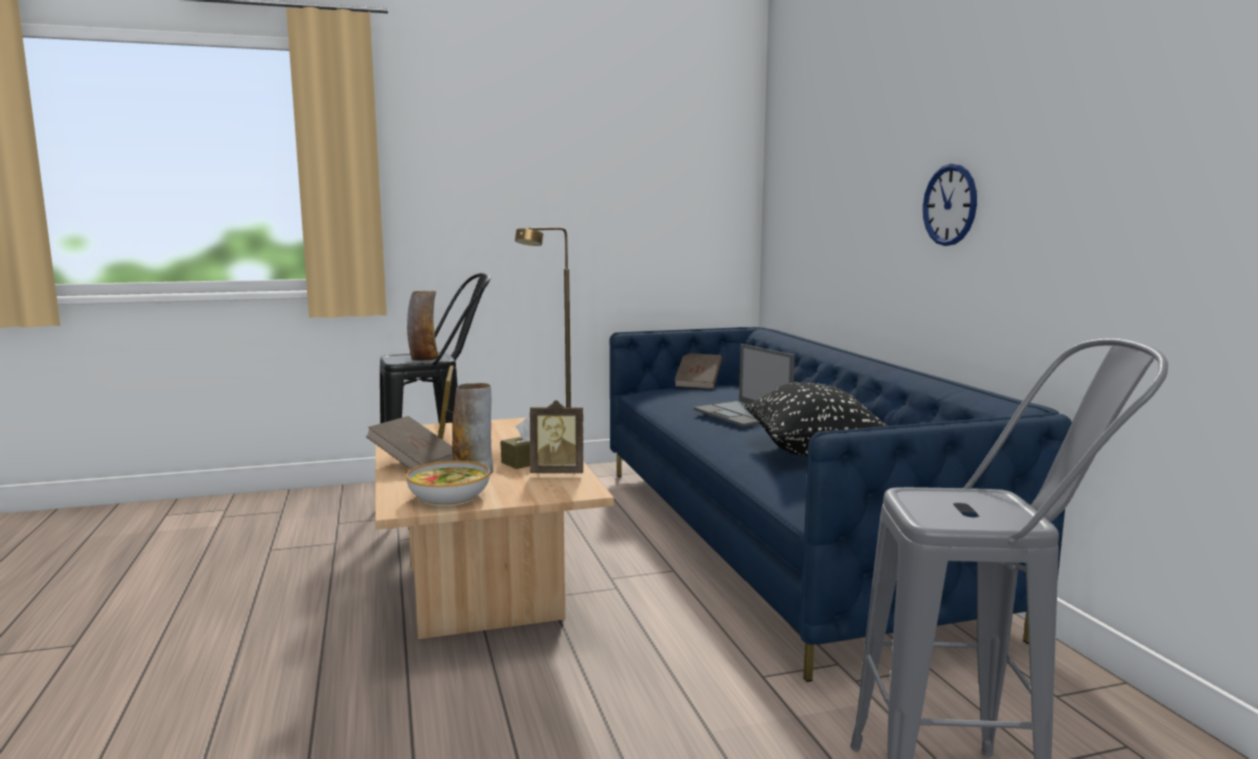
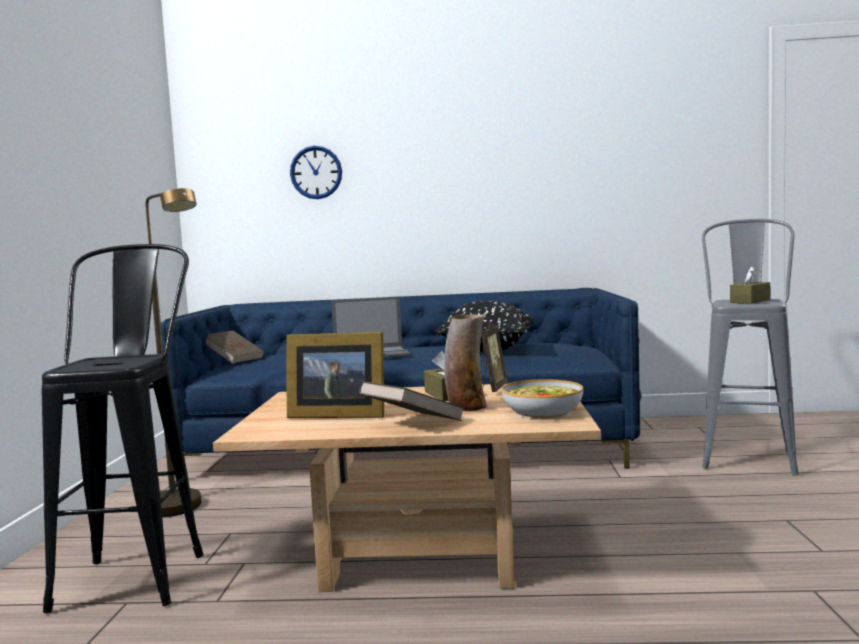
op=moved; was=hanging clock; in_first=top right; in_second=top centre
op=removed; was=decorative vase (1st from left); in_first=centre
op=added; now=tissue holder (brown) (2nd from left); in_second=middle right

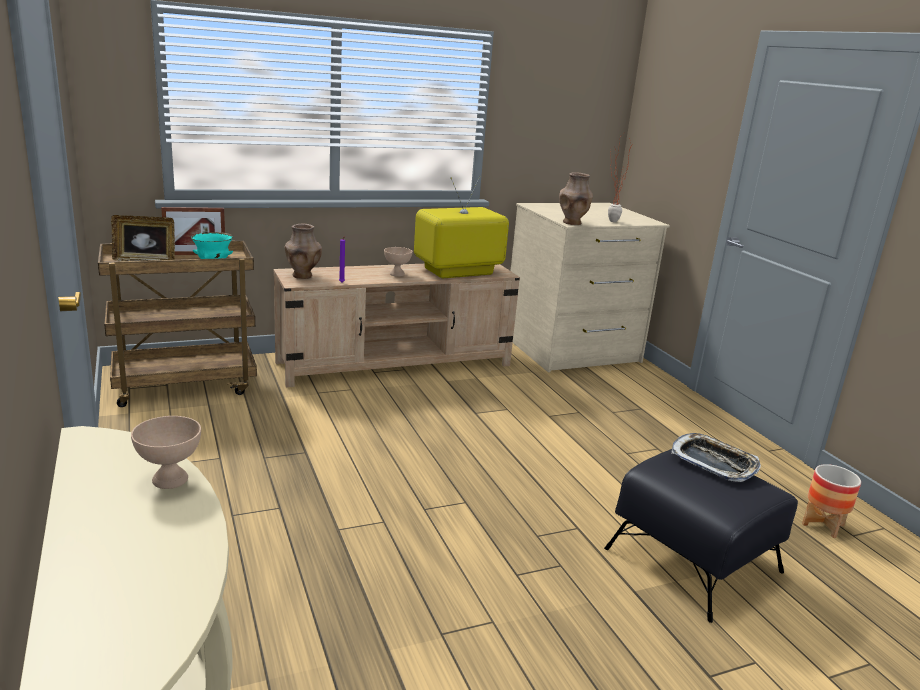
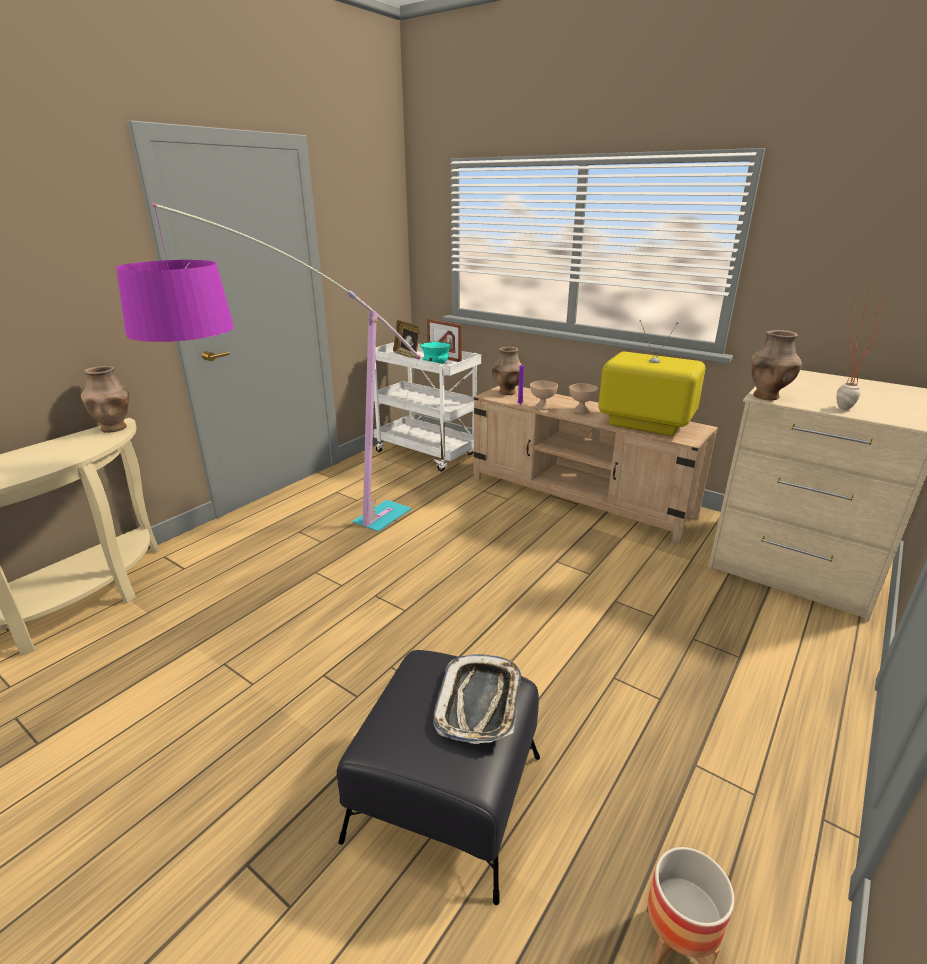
op=recoloured; was=cart (brown); now=cart (white); in_first=middle left; in_second=centre
op=moved; was=bowl (sand-coloured) (1st from left); in_first=middle left; in_second=centre
op=added; now=floor lamp; in_second=middle left
op=added; now=decorative vase (brown) (1st from left); in_second=middle left

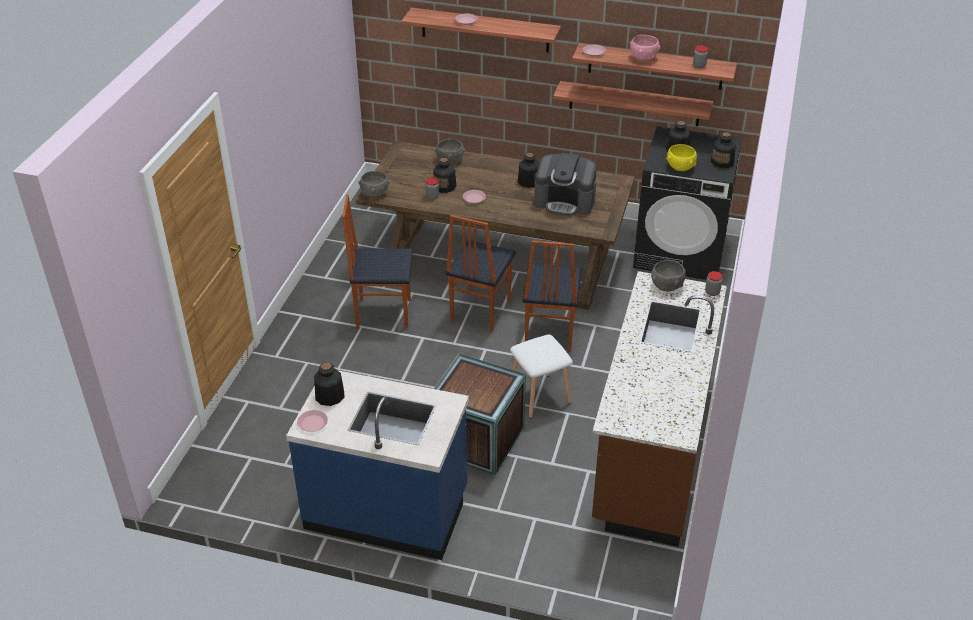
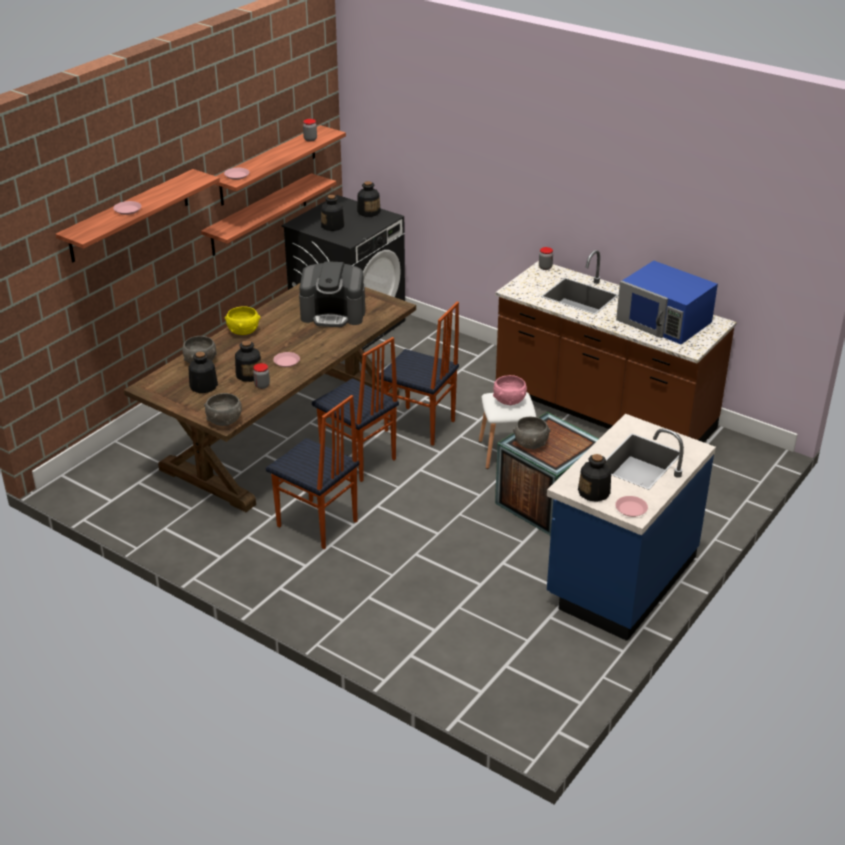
op=moved; was=bowl (pinkish); in_first=top centre; in_second=centre
op=moved; was=bowl (yellowish); in_first=top right; in_second=middle left
op=moved; was=beverage bottle (3rd from left in the first image); now=beverage bottle (1st from left); in_first=top centre; in_second=middle left
op=turned; was=coffee maker; in_first=top centre; in_second=centre; clockwise=60
op=turned; was=chair (1st from left); in_first=centre; in_second=centre; clockwise=-75
op=moved; was=bowl (grey) (3rd from left); in_first=middle right; in_second=centre
op=added; now=kitchen microwave (blue-coloured); in_second=middle right

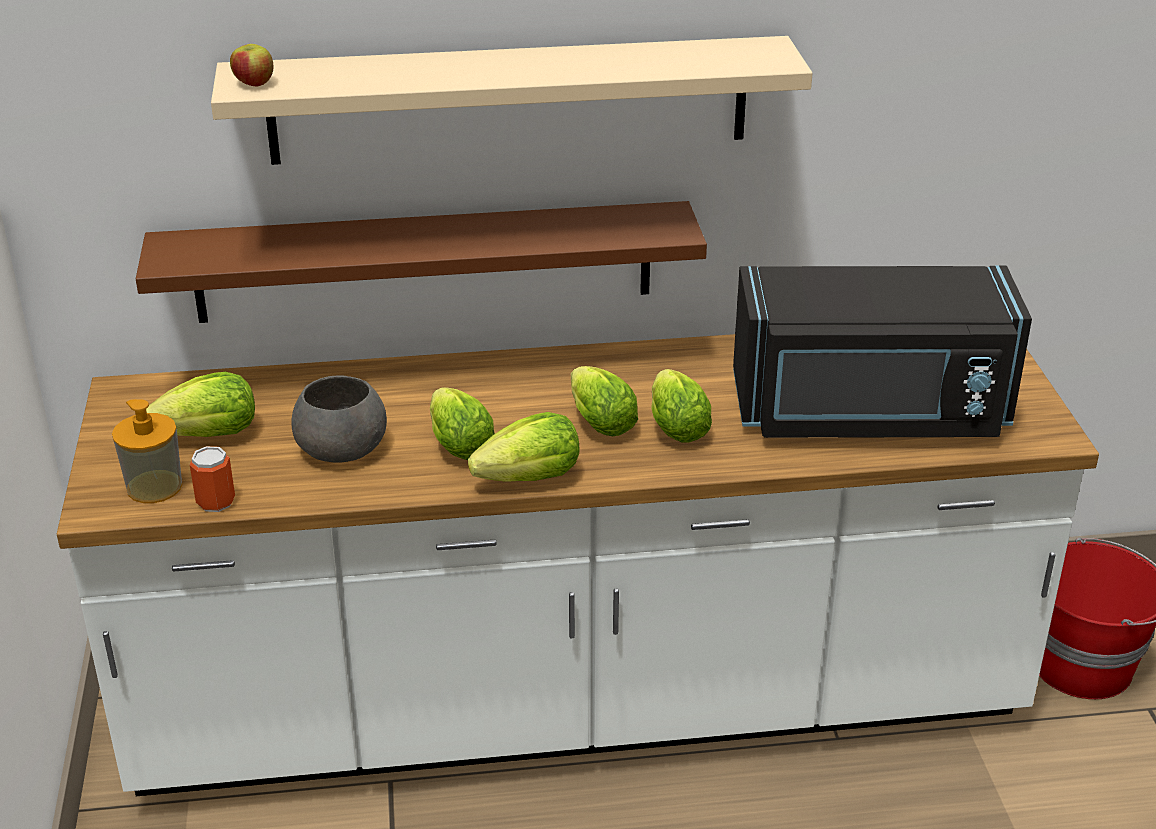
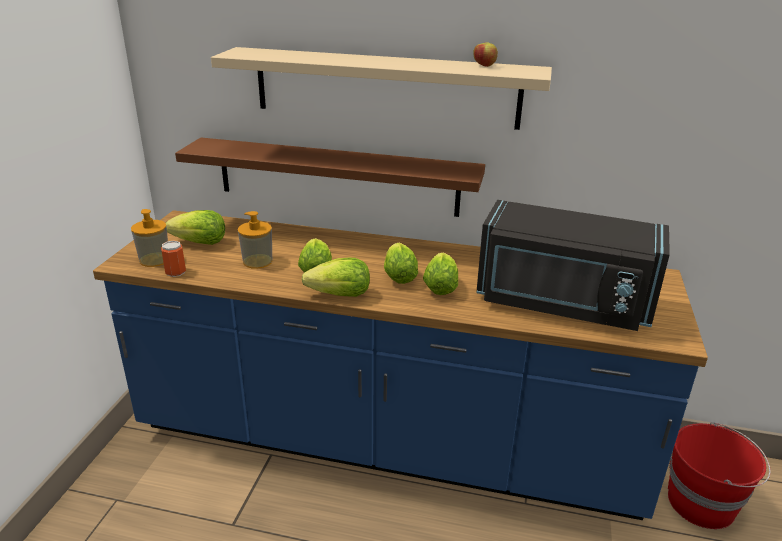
op=moved; was=whole apple; in_first=top left; in_second=top centre
op=recoloured; was=kitchen base unit (white); now=kitchen base unit (blue-coloured); in_first=bottom centre; in_second=bottom centre
op=replaced; was=bowl (grey); now=soap bottle (2nd from left); in_first=middle left; in_second=middle left

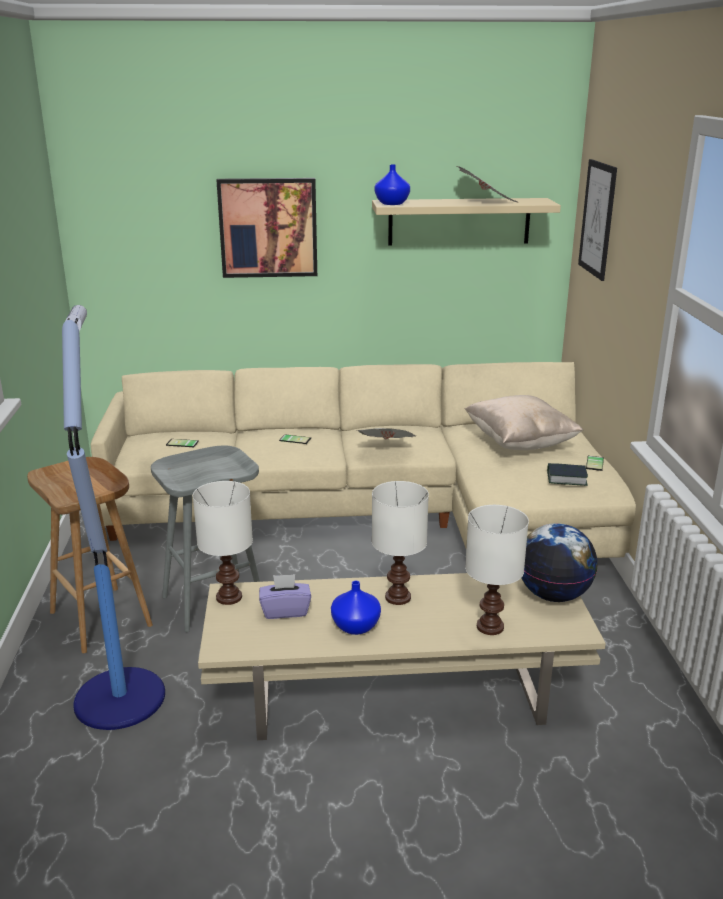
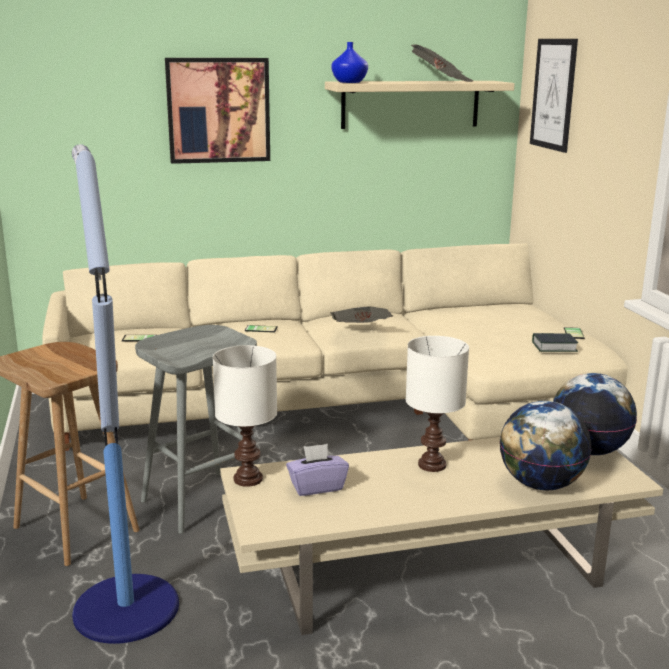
op=removed; was=pillow (sand-coloured); in_first=middle right
op=replaced; was=lamp for a table (white) (3rd from left); now=desk globe (1st from left); in_first=middle right; in_second=middle right
op=removed; was=decorative vase (blue-coloured) (1st from left); in_first=bottom centre

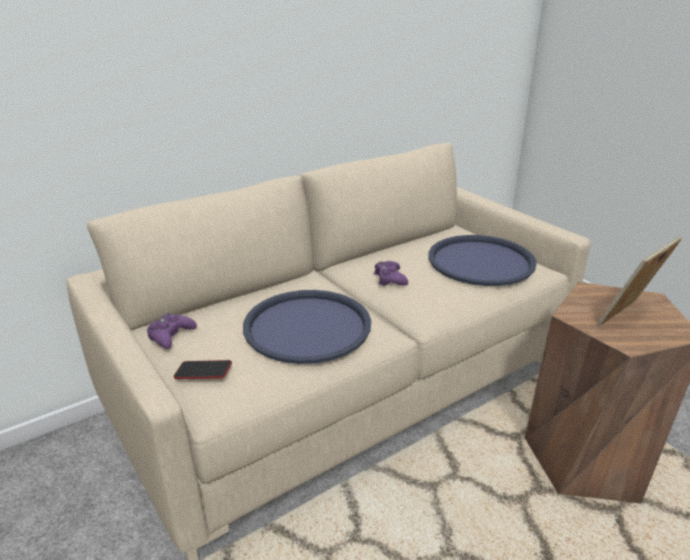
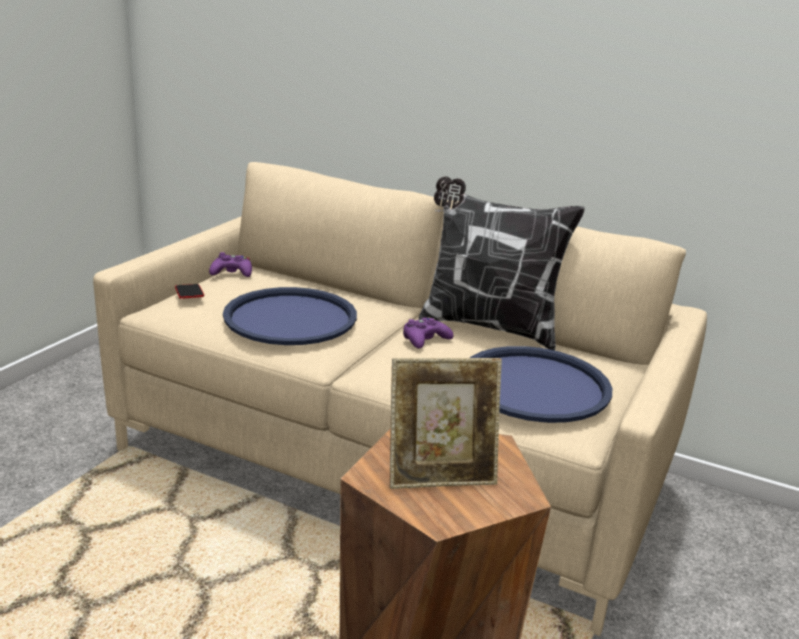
op=turned; was=photo frame; in_first=middle right; in_second=centre; clockwise=150
op=added; now=pillow; in_second=centre

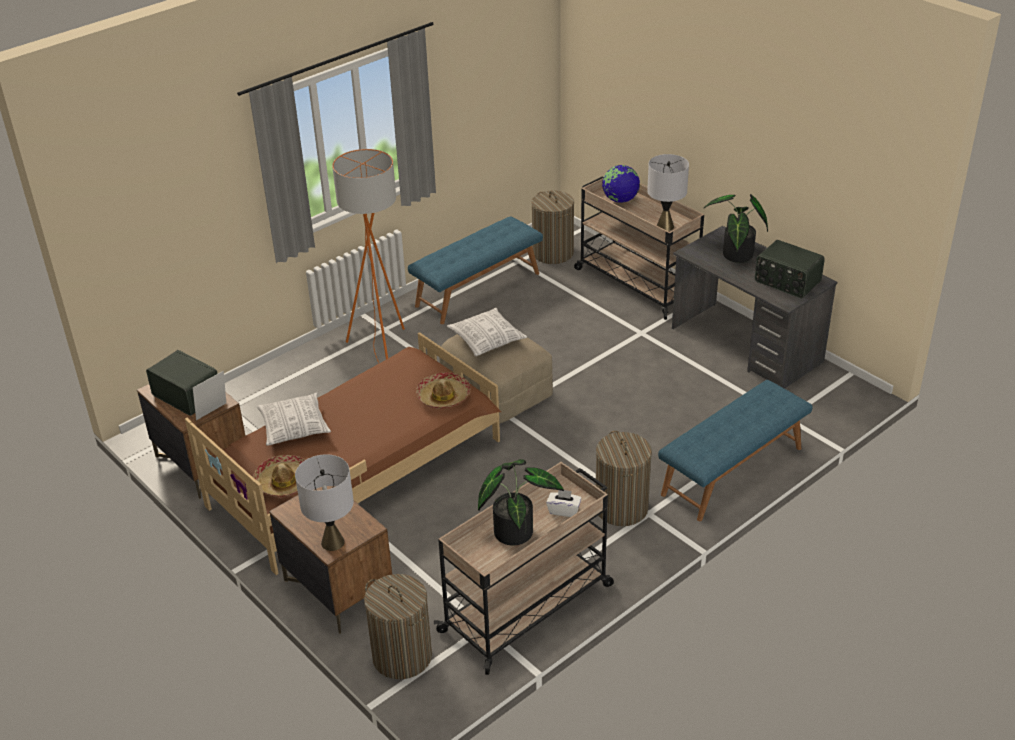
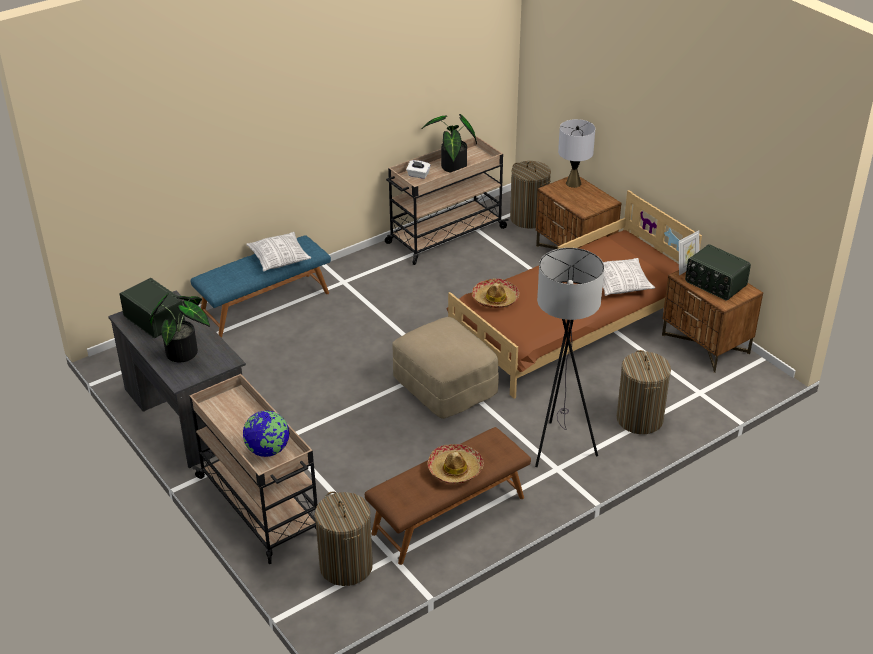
op=recoloured; was=floor lamp (orange); now=floor lamp (grey); in_first=centre; in_second=centre
op=removed; was=lamp for a table (grey) (2nd from left); in_first=top centre
op=recoloured; was=indoor bench (blue-coloured) (1st from left); now=indoor bench (brown); in_first=centre; in_second=bottom centre
op=moved; was=pillow (2nd from left in the first image); now=pillow (1st from left); in_first=centre; in_second=middle left
op=moved; was=hamper (3rd from left); in_first=centre; in_second=middle right
op=moved; was=hat (1st from left); in_first=middle left; in_second=bottom centre

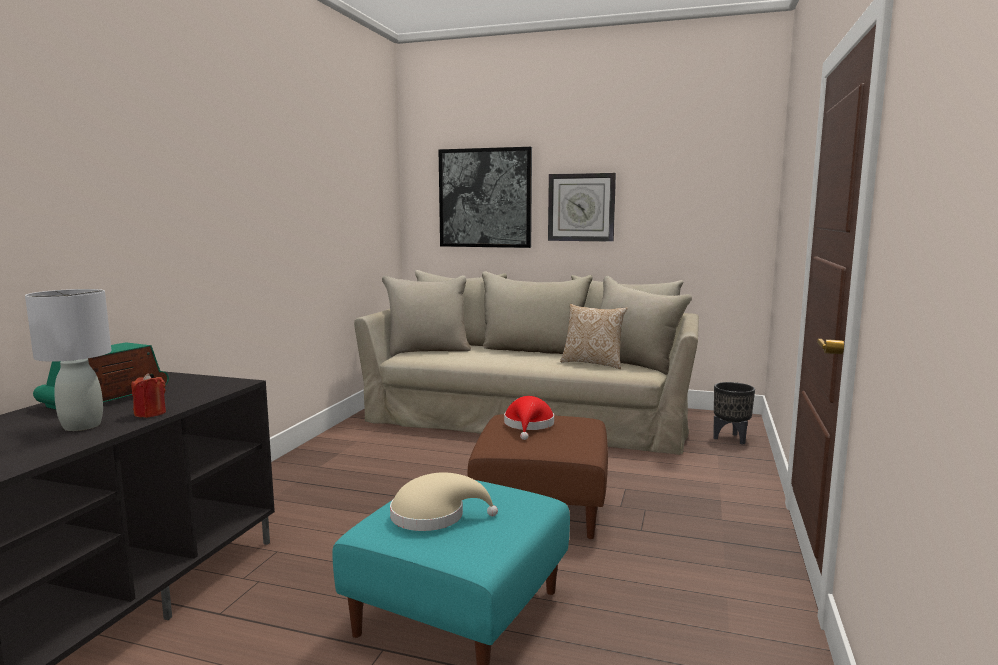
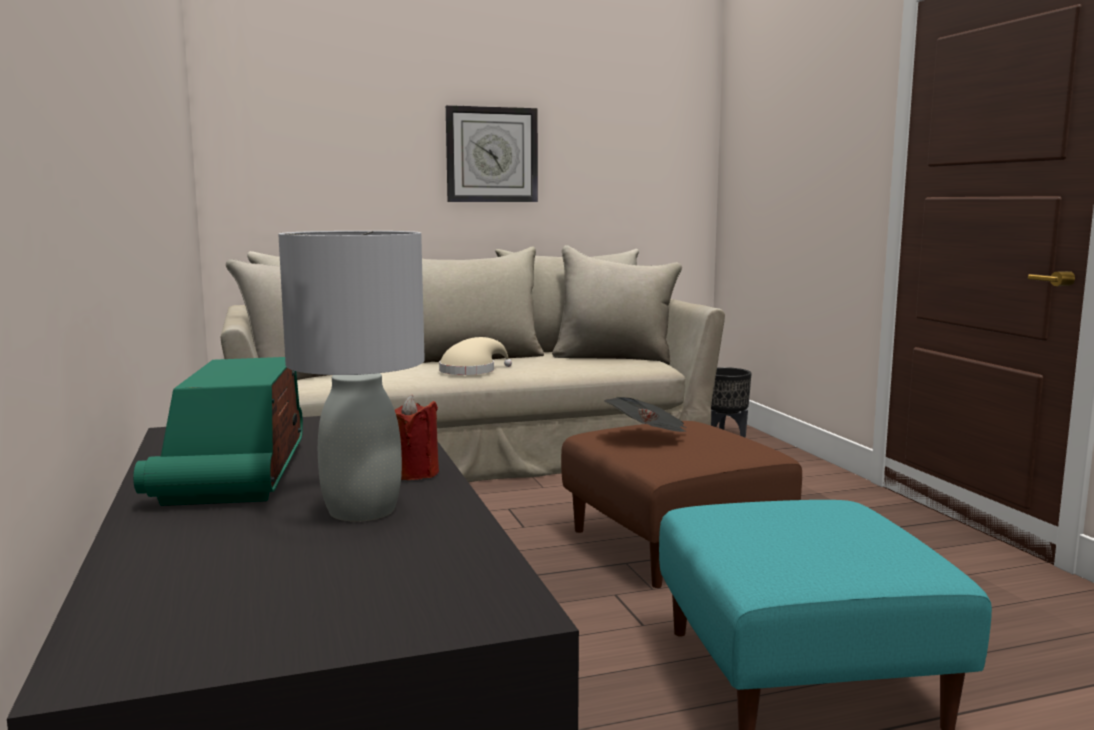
op=removed; was=wall picture; in_first=top centre
op=removed; was=pillow; in_first=centre
op=replaced; was=hat (red); now=printed paper; in_first=centre; in_second=centre
op=moved; was=hat (sand-coloured); in_first=bottom centre; in_second=centre

